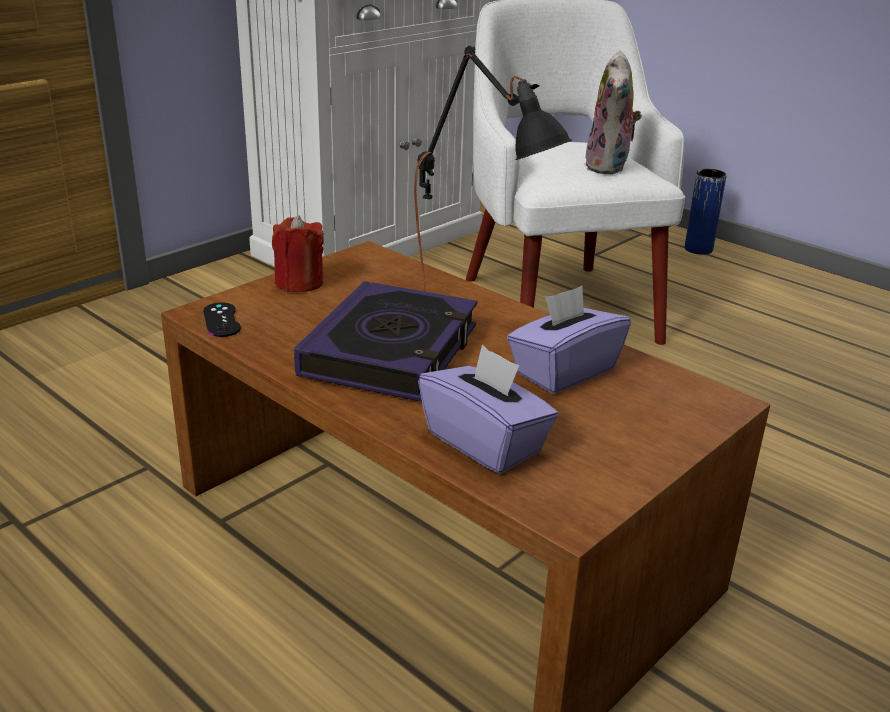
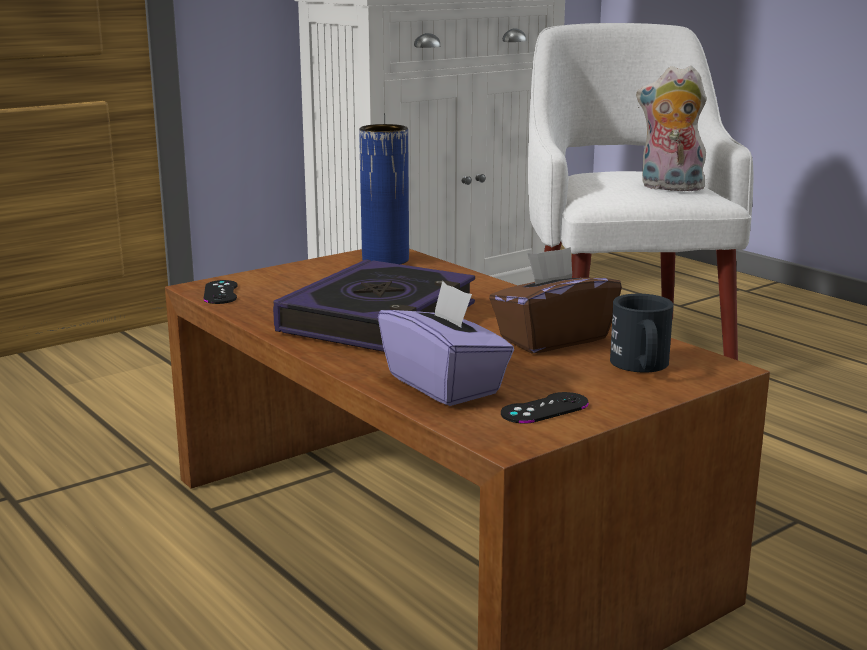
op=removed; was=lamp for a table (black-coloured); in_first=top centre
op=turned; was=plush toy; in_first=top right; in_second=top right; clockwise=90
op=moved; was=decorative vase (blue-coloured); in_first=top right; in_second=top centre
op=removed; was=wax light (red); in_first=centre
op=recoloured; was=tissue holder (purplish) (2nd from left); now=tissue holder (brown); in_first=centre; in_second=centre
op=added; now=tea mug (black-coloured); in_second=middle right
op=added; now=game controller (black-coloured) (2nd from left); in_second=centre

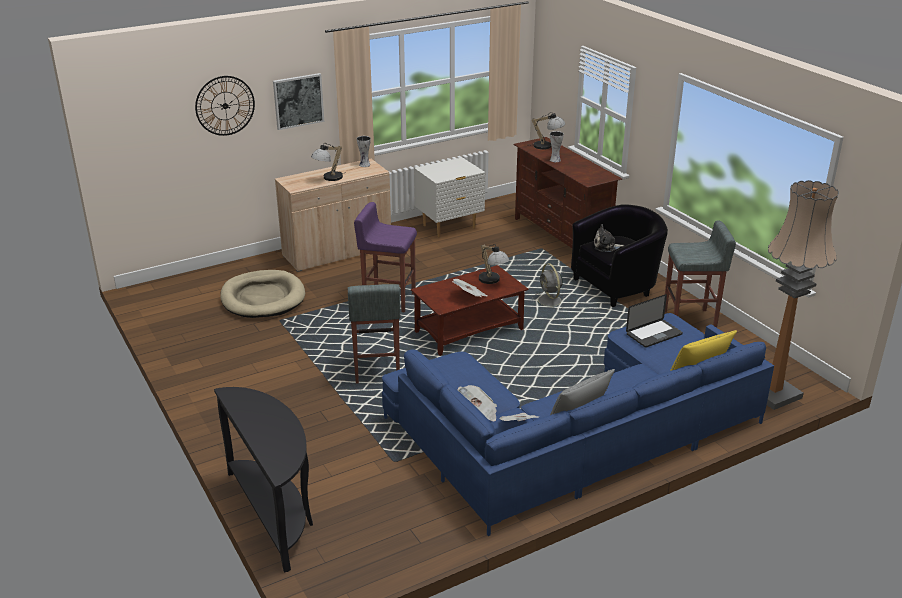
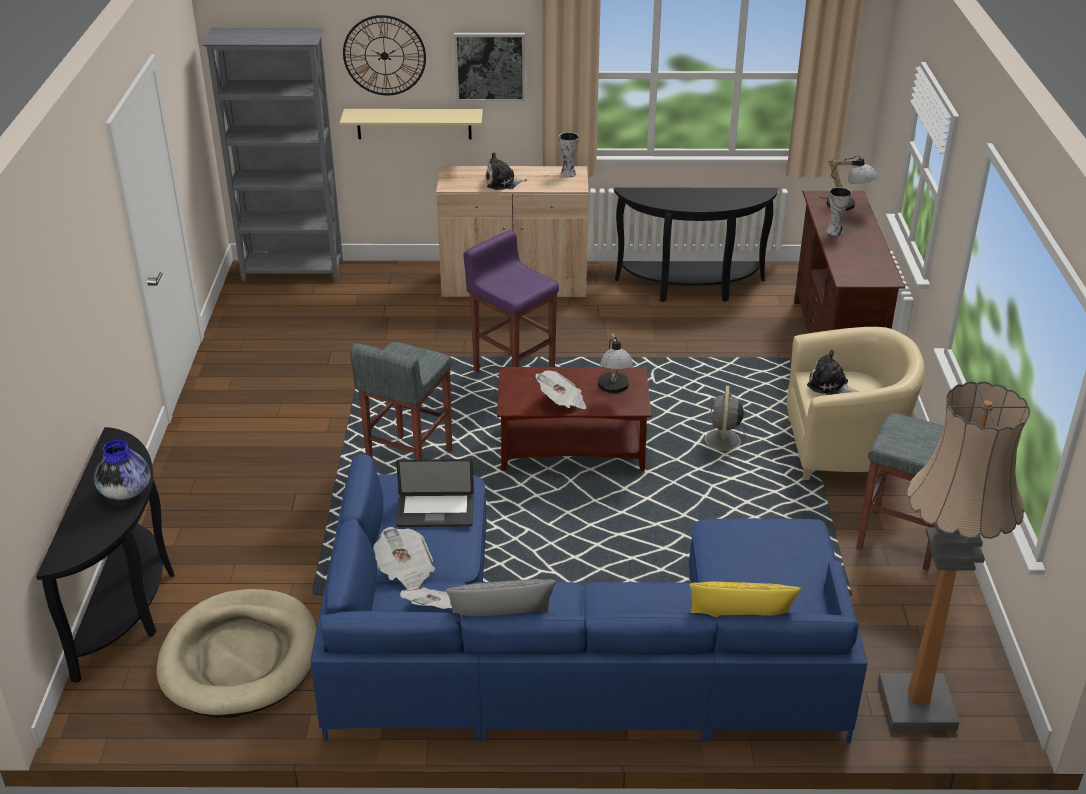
op=replaced; was=lamp for a table (1st from left); now=plush toy (1st from left); in_first=top centre; in_second=top centre
op=replaced; was=night table (white); now=hall table (black-coloured) (2nd from left); in_first=top centre; in_second=top centre
op=recoloured; was=armchair (black-coloured); now=armchair (sand-coloured); in_first=middle right; in_second=middle right
op=moved; was=dog bed (sand-coloured); in_first=middle left; in_second=bottom left
op=moved; was=notebook computer; in_first=middle right; in_second=centre
op=added; now=bookcase (grey); in_second=top left
op=added; now=wall shelf (sand-coloured); in_second=top centre
op=added; now=decorative vase (1st from left); in_second=middle left

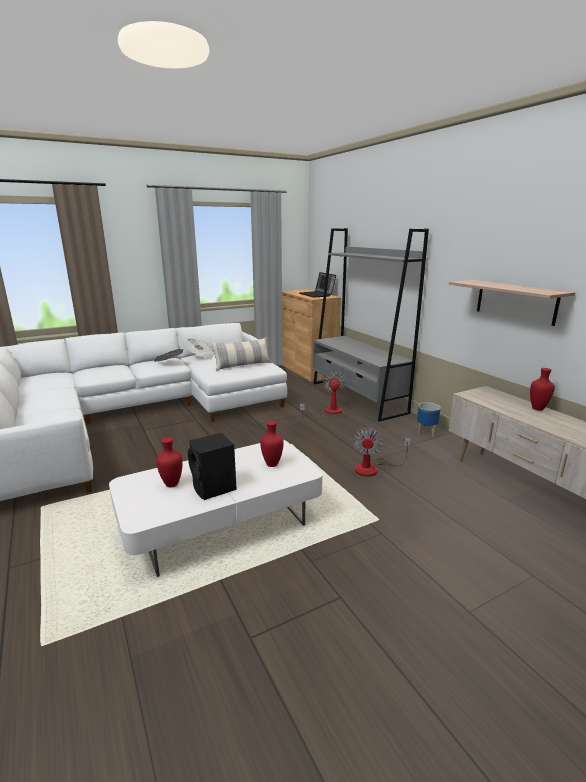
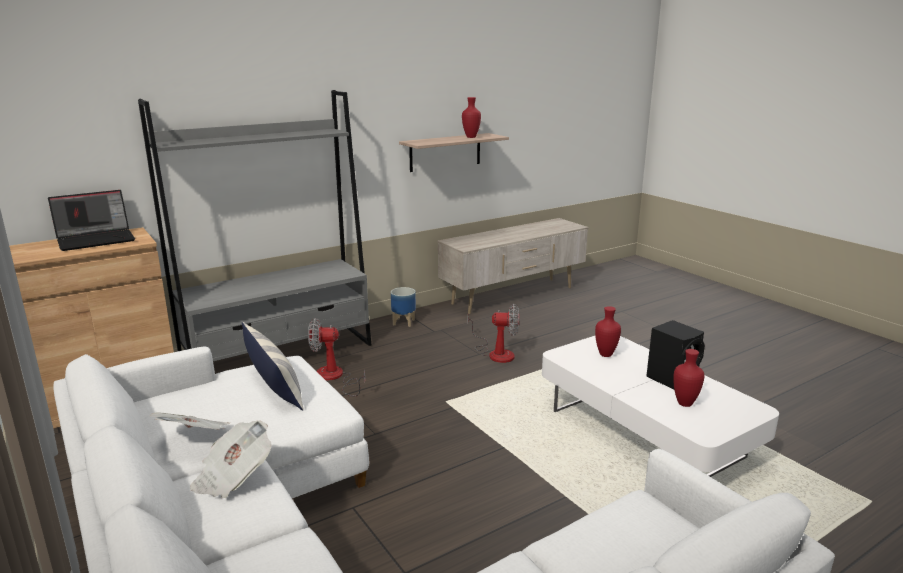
op=moved; was=decorative vase (red) (3rd from left in the first image); now=decorative vase (red) (1st from left); in_first=middle right; in_second=top centre

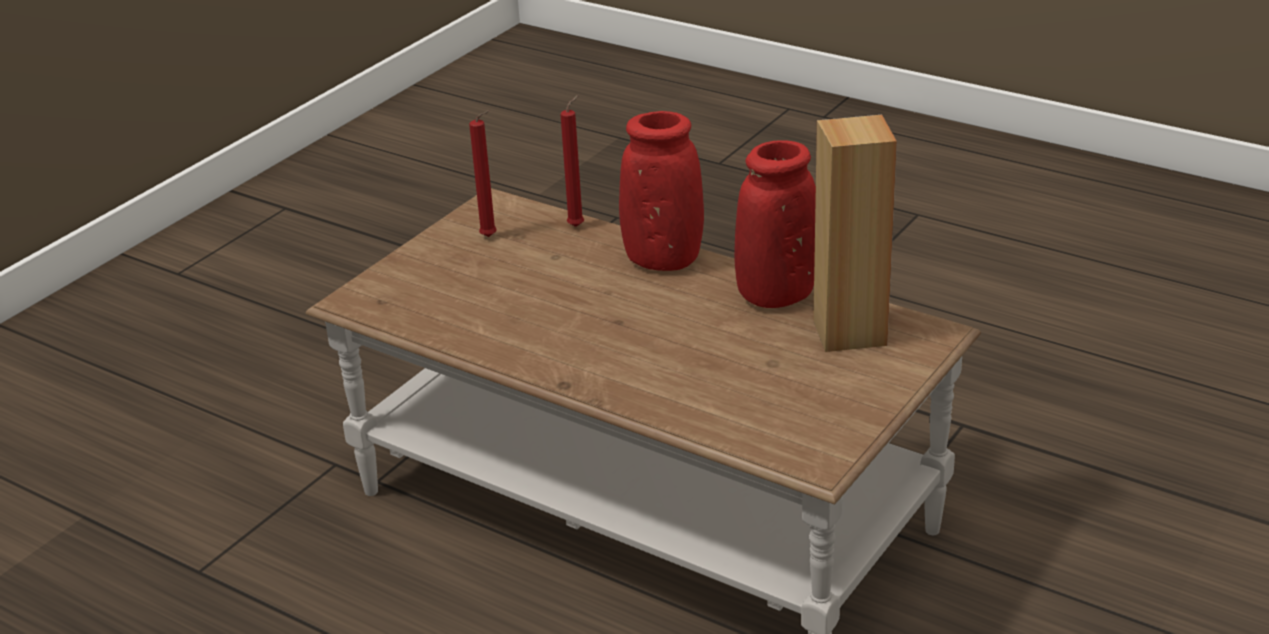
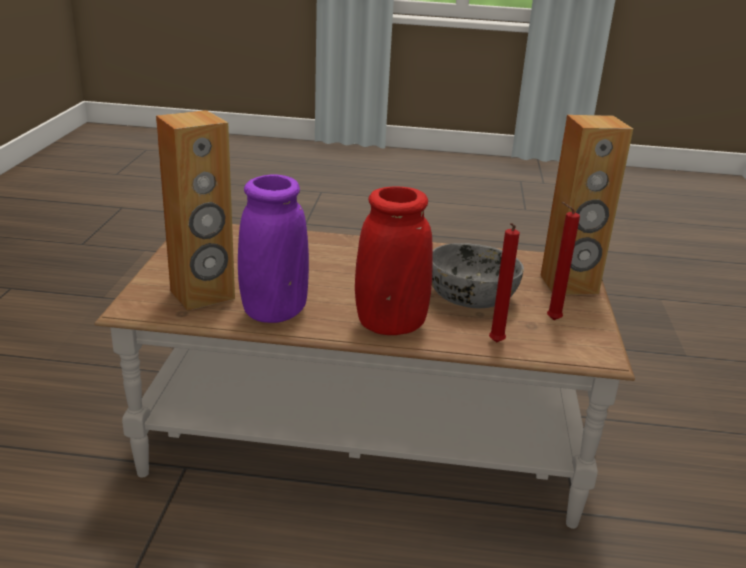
op=recoloured; was=decorative vase (red) (2nd from left); now=decorative vase (purplish); in_first=centre; in_second=centre
op=added; now=speaker (brown) (2nd from left); in_second=middle right
op=added; now=bowl (grey); in_second=centre

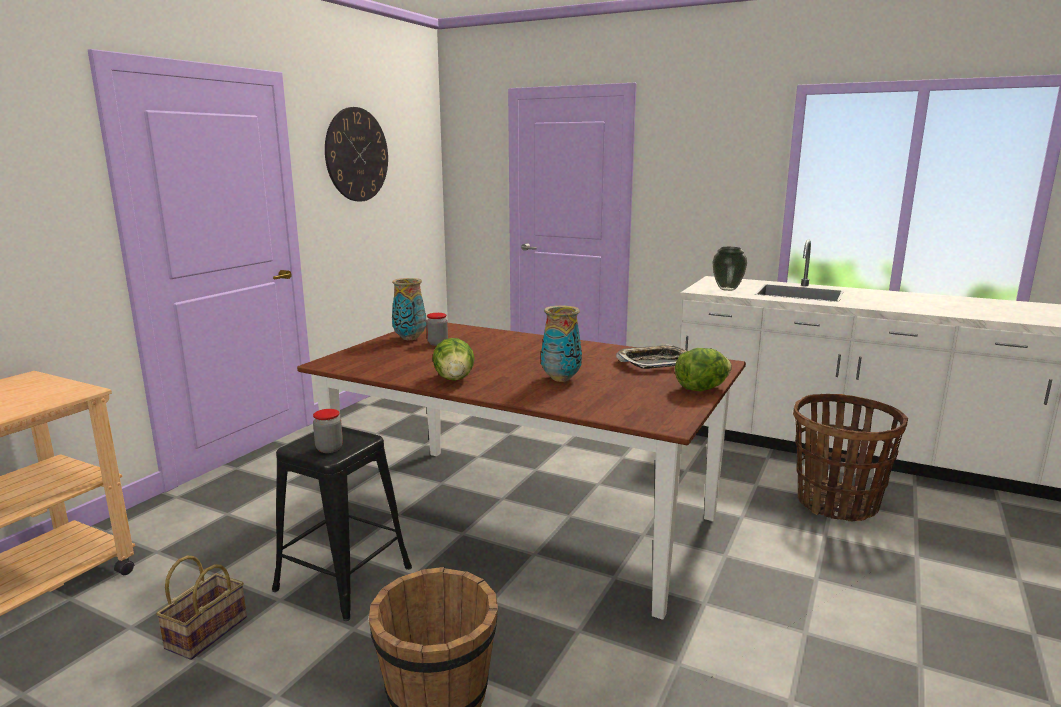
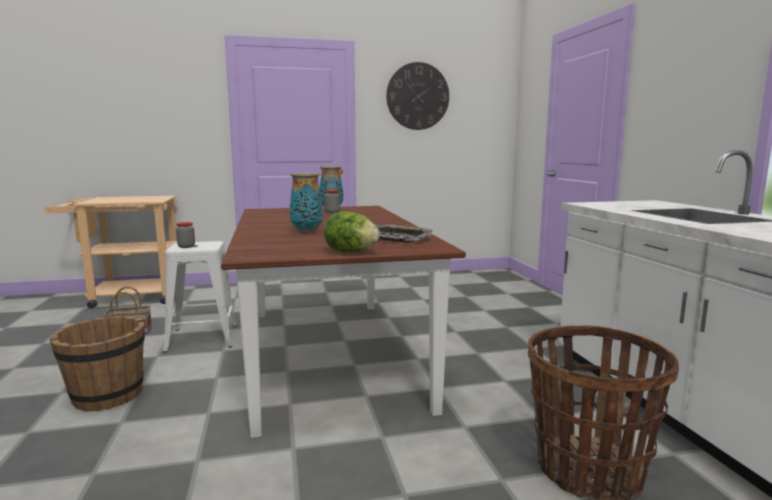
op=removed; was=decorative vase (3rd from left); in_first=middle right
op=removed; was=head of lettuce (1st from left); in_first=centre
op=recoloured; was=sitting stool (black-coloured); now=sitting stool (white); in_first=bottom left; in_second=middle left

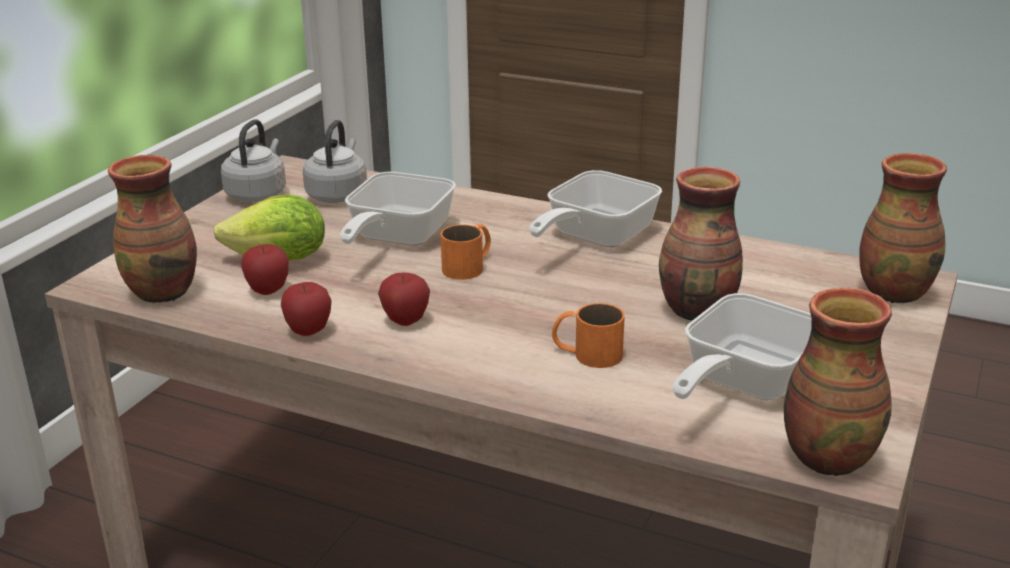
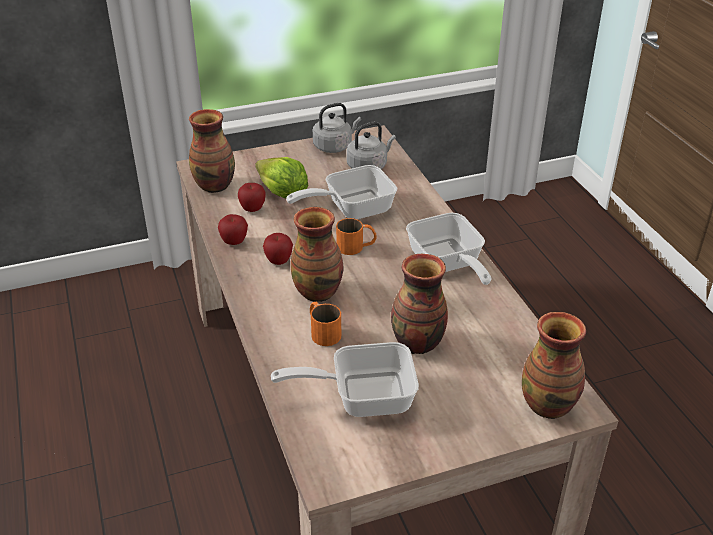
op=turned; was=frying pan (2nd from left in the first image); in_first=centre; in_second=centre; clockwise=-105
op=moved; was=decorative vase (3rd from left in the first image); now=decorative vase (2nd from left); in_first=bottom right; in_second=centre

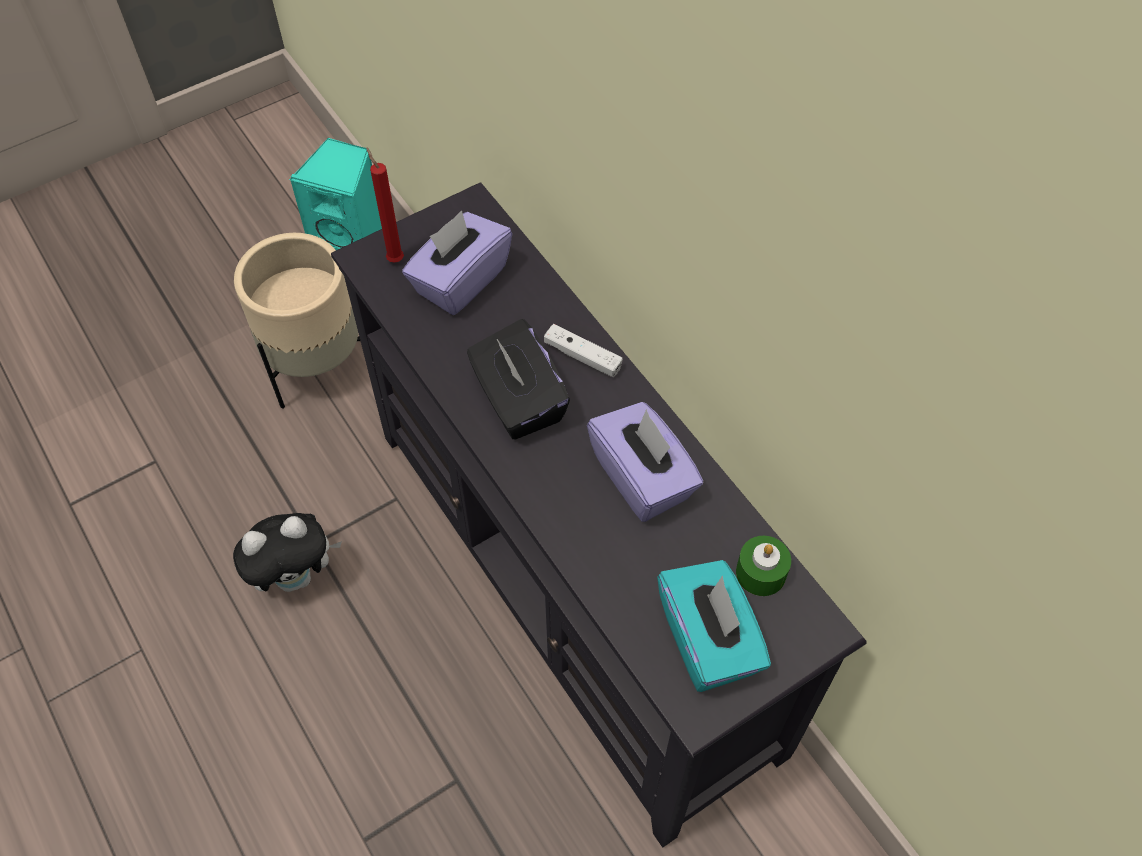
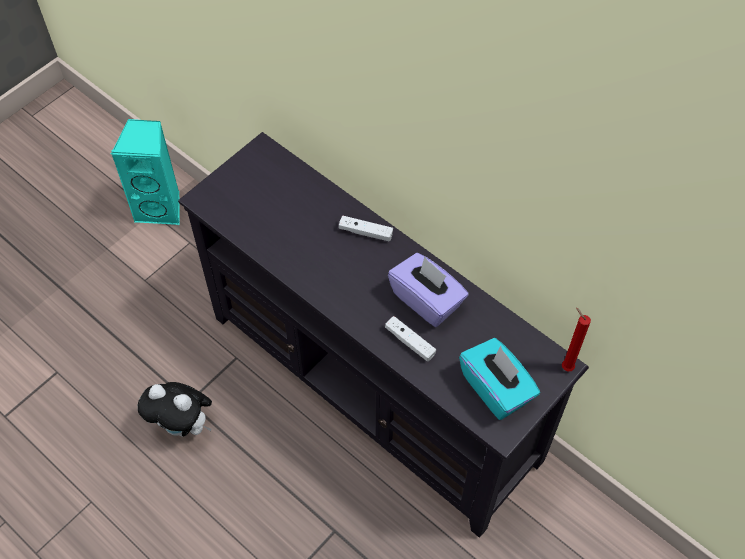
op=moved; was=wax light (red); in_first=top centre; in_second=middle right
op=removed; was=tissue holder (purplish) (1st from left); in_first=top centre
op=removed; was=planter (sand-coloured); in_first=middle left
op=removed; was=tissue holder (black-coloured); in_first=centre
op=turned; was=plush toy; in_first=middle left; in_second=bottom left; clockwise=60
op=removed; was=wax light (green); in_first=middle right
op=added; now=game controller (white) (2nd from left); in_second=centre

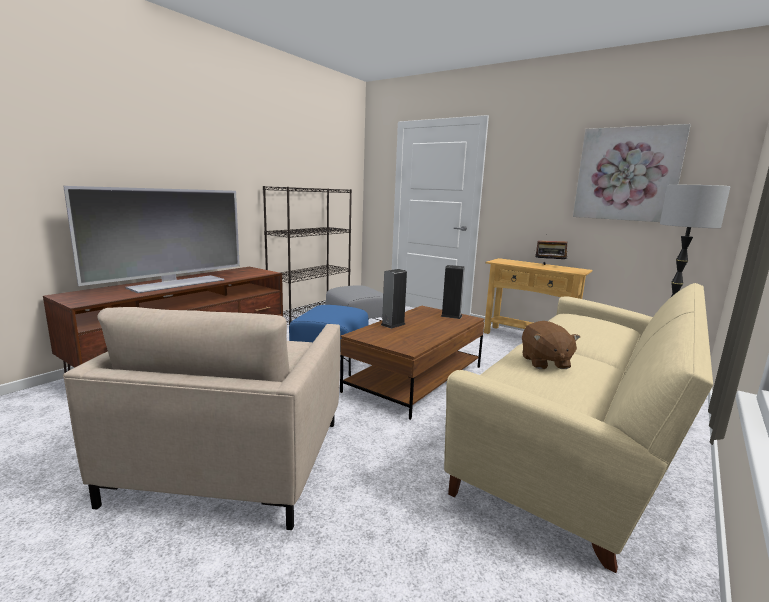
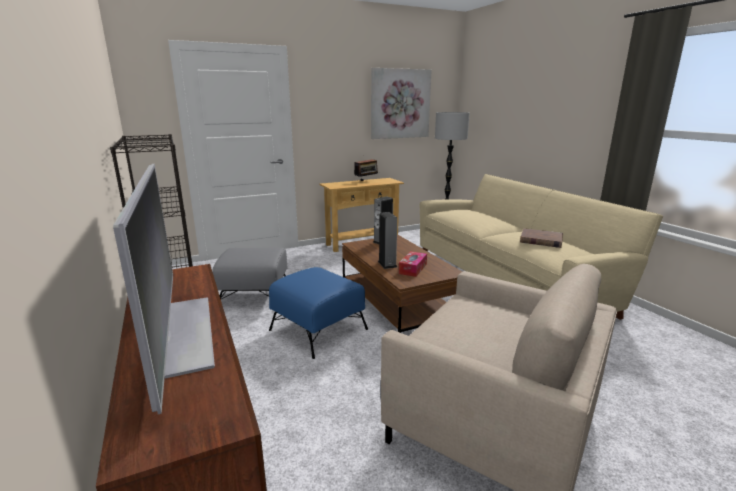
op=replaced; was=plush toy (brown); now=volume (brown); in_first=middle right; in_second=middle right
op=added; now=tissue holder; in_second=centre

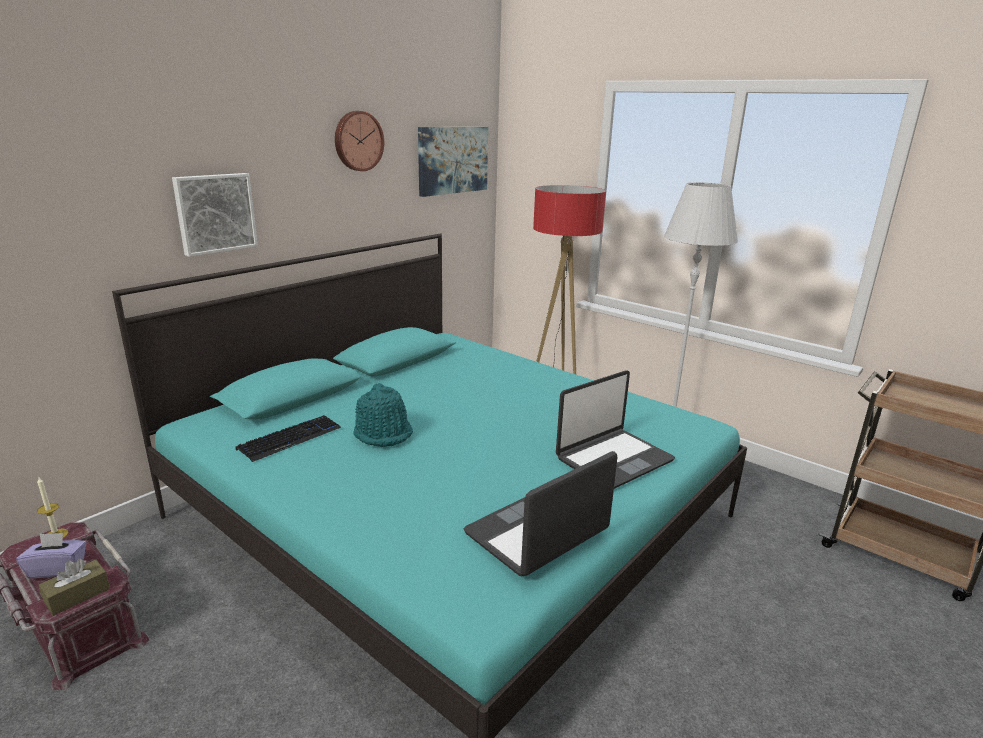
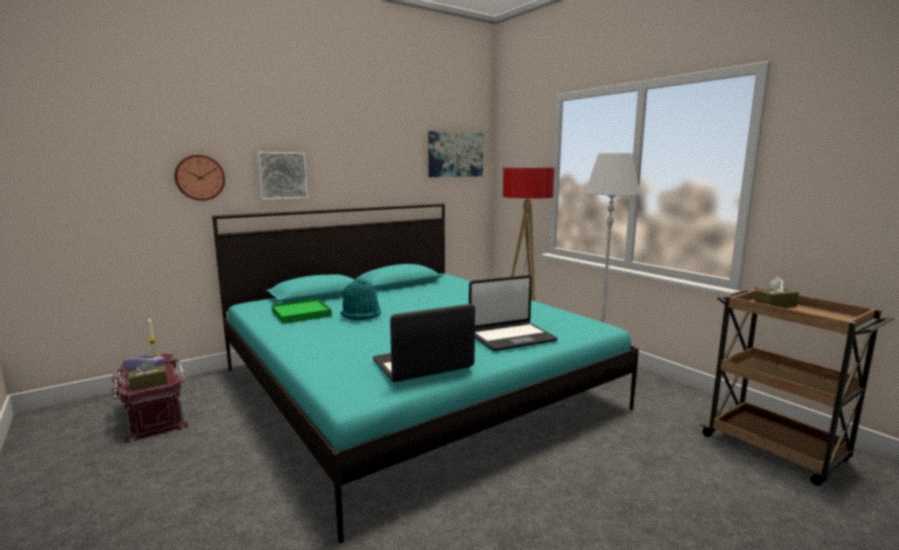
op=moved; was=hanging clock; in_first=top centre; in_second=top left
op=replaced; was=keyboard; now=tray (green); in_first=middle left; in_second=centre
op=added; now=tissue holder (brown) (2nd from left); in_second=middle right

